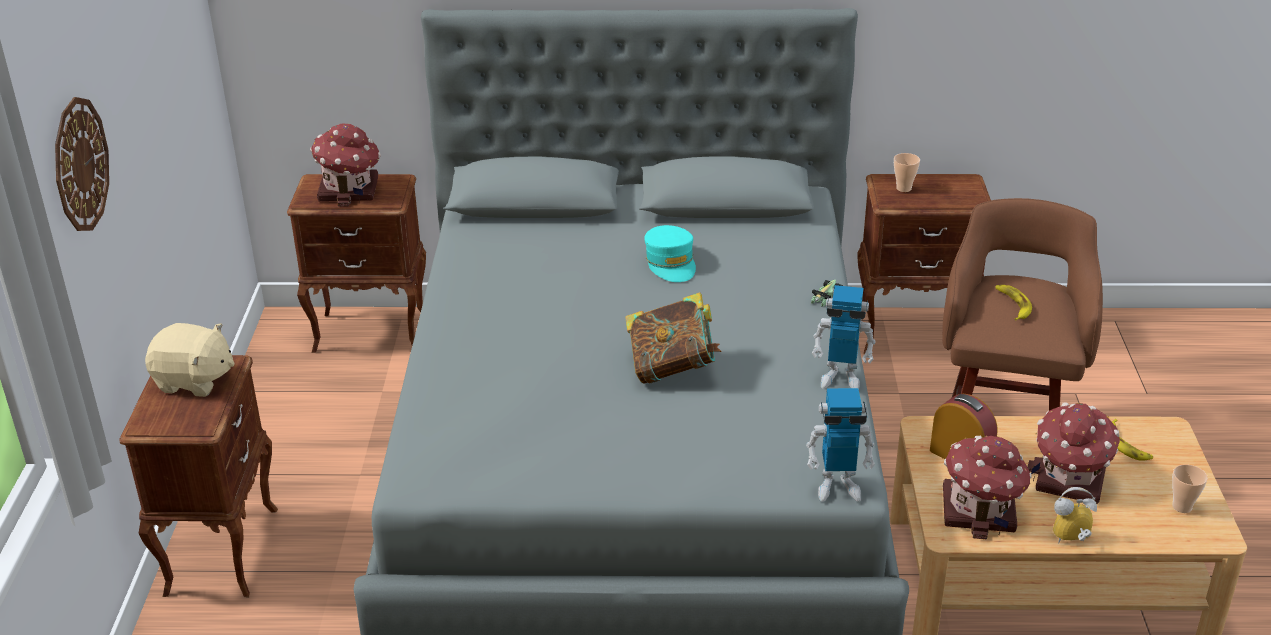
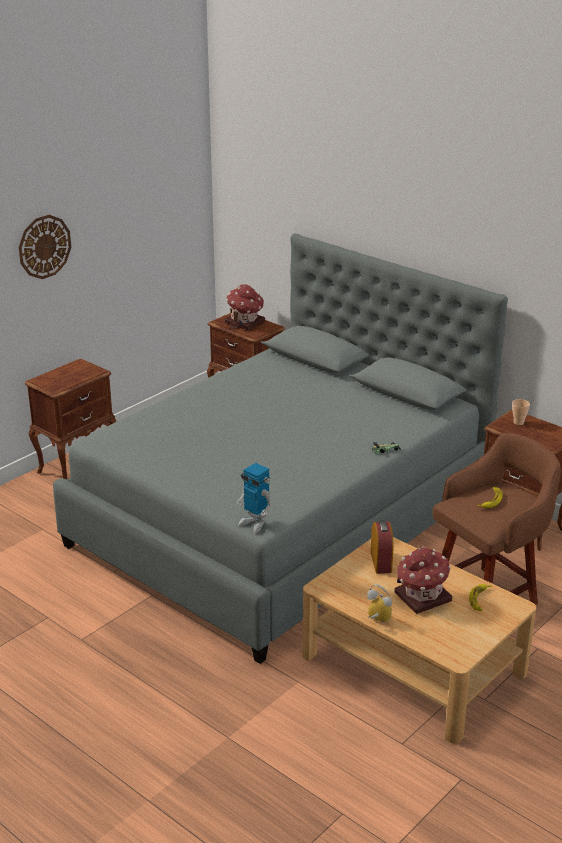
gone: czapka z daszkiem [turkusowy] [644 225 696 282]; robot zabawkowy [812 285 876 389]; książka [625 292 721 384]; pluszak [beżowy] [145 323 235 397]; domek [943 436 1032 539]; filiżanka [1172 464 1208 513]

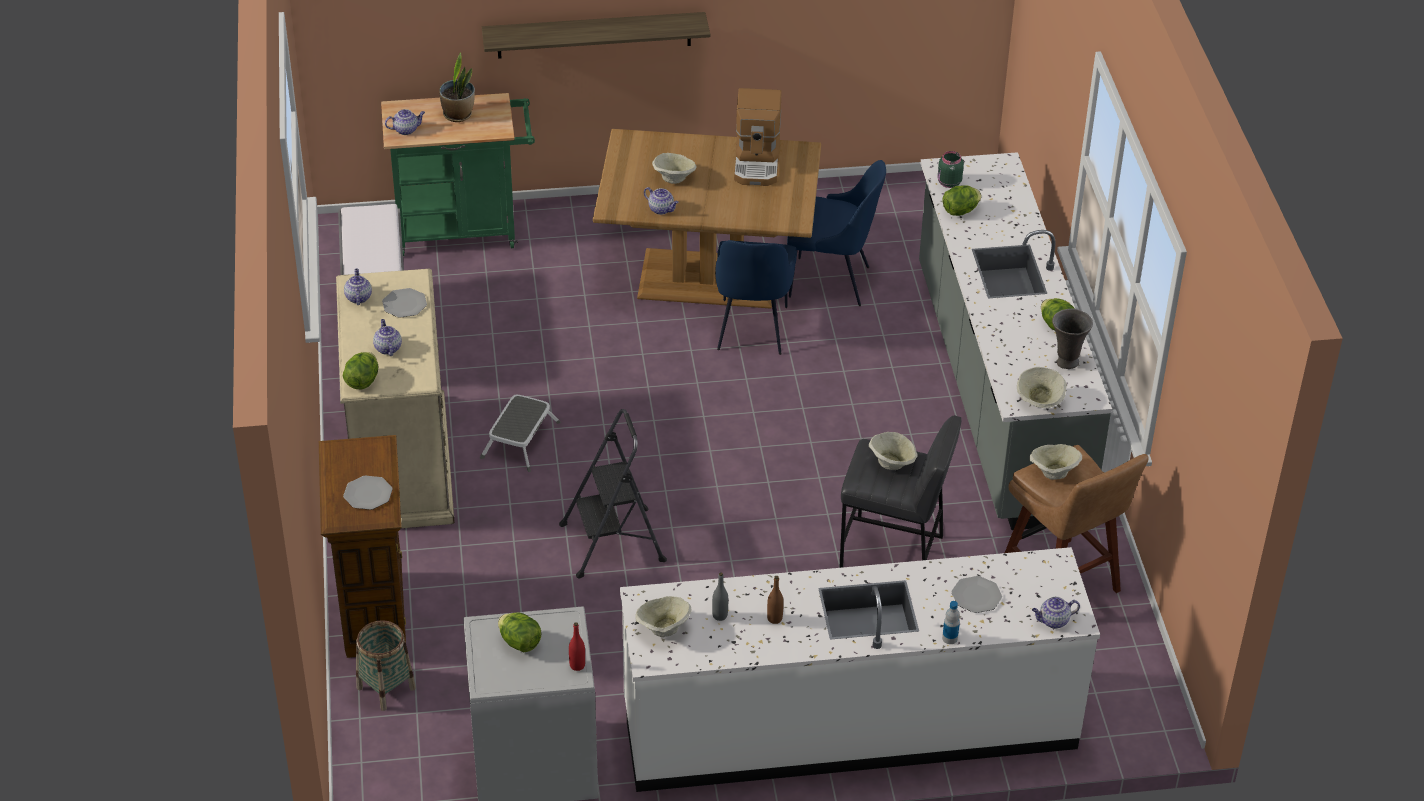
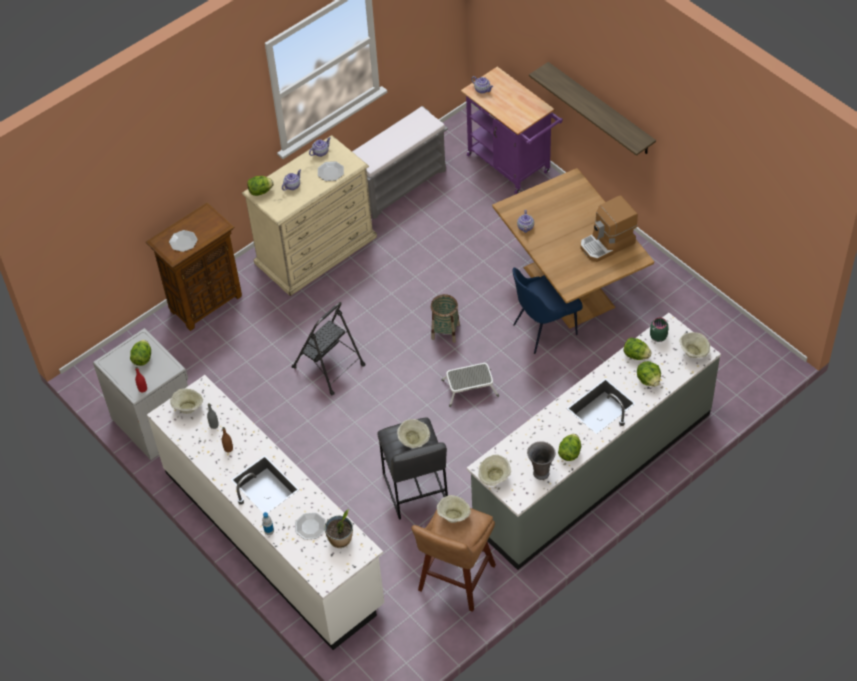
gone: krzesło [niebieski] [787 160 886 306]; imbryk [1032 597 1080 629]
new: sałata [637 361 661 387]
shifted: roślina doniczkowa [439 52 475 122] to [324 509 353 548]; miska [beżowy] [652 153 697 184] to [679 332 710 358]; drabinka [szary] [480 395 561 472] to [441 363 499 407]; koszyk [356 620 416 711] to [431 294 460 343]
repainted: wózek [zielony] [381 93 535 256] to wózek [fioletowy] [461 67 563 194]

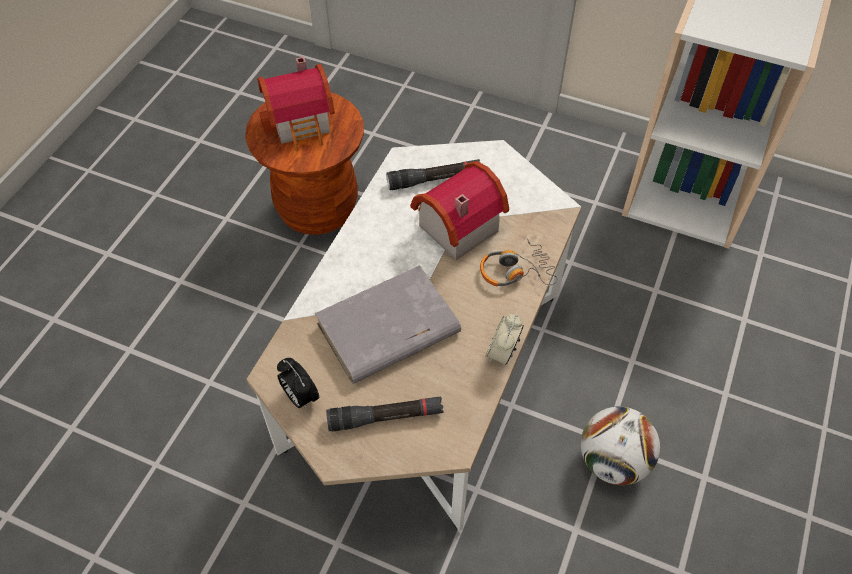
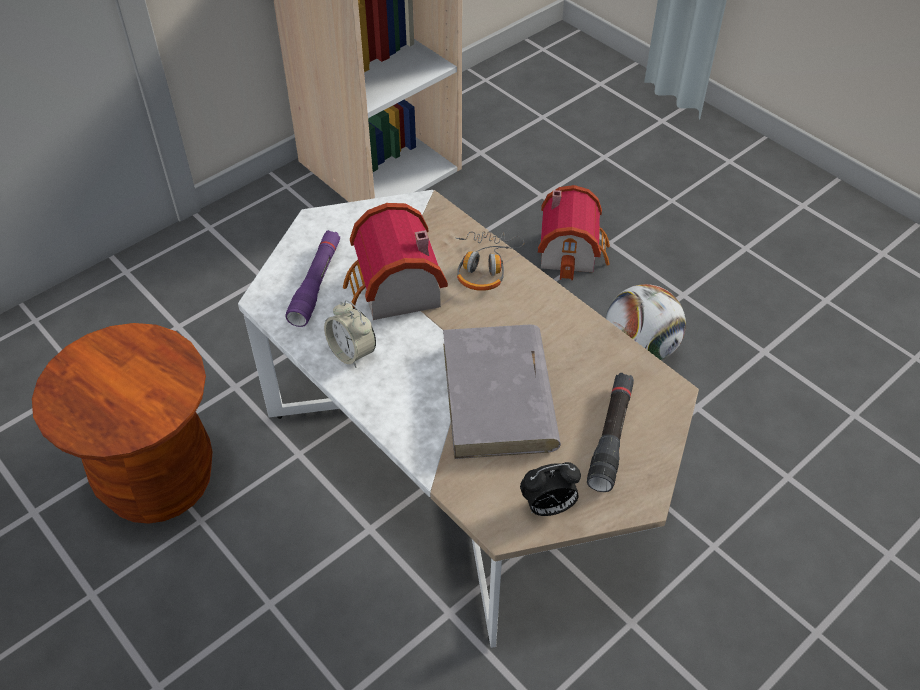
shifted: domek [257 57 335 151] to [538 185 610 280]; budzik [485 314 524 365] to [324 300 376 368]
repainted: latarka [czarny] [386 159 480 190] to latarka [fioletowy] [285 230 340 327]

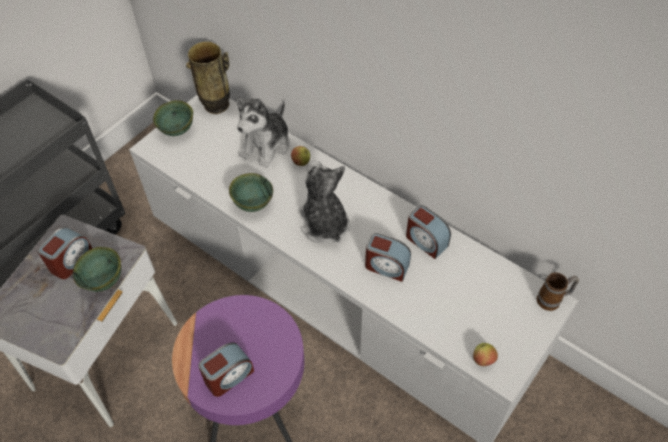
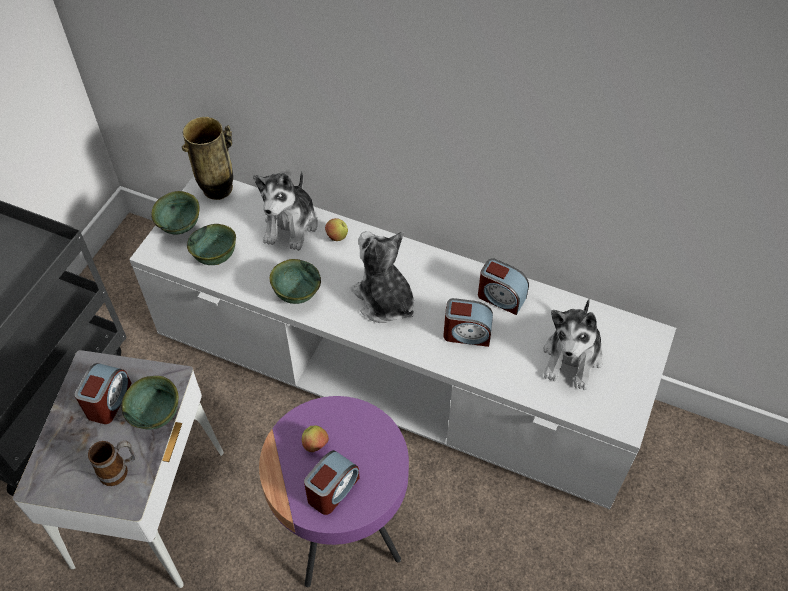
new: miska [zielony] [187 224 236 265]; pluszak [543 299 603 390]
shifted: kubek [537 273 579 311] to [88 440 135 486]; jabłko [473 343 498 366] to [302 425 329 452]

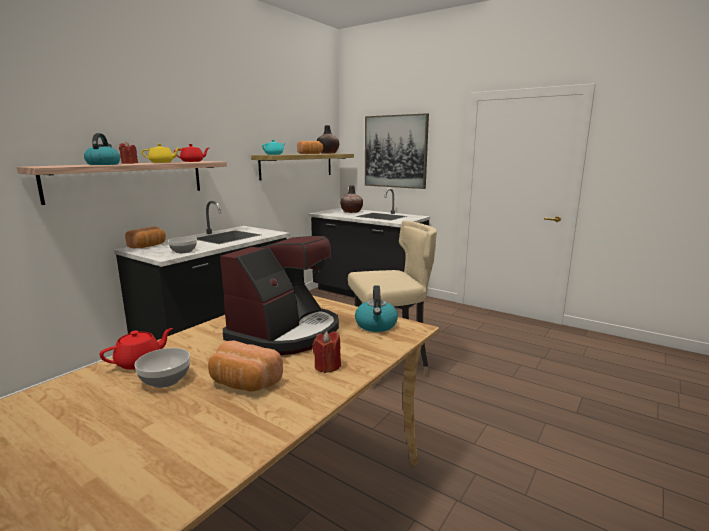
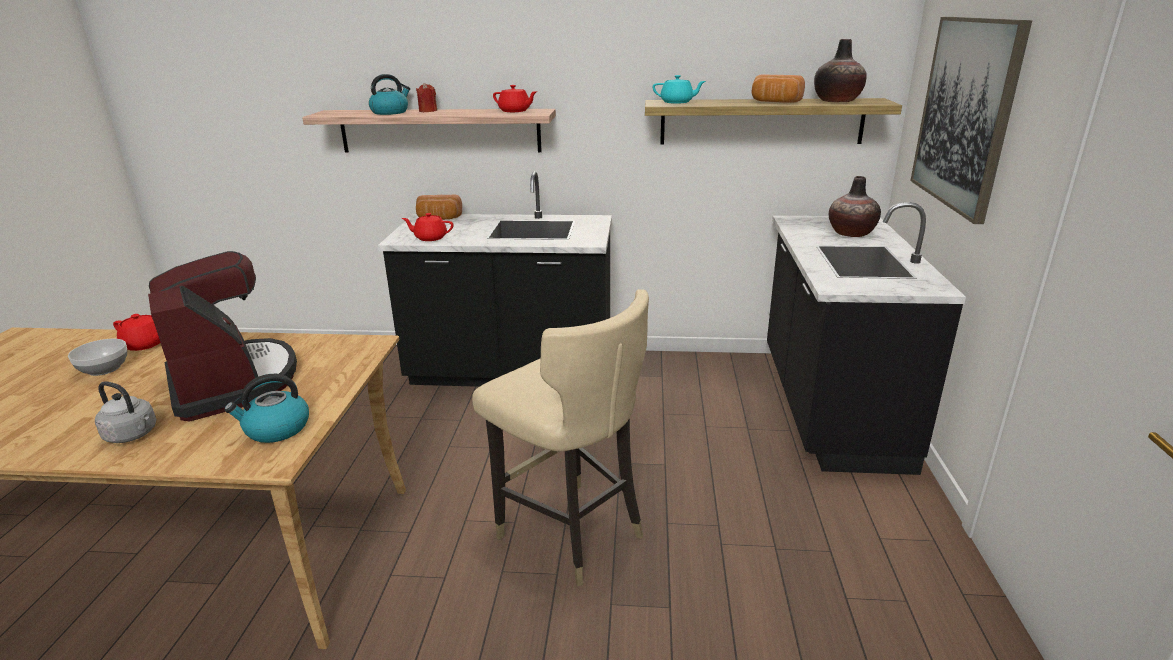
gone: imbryk [żółty] [142 144 180 163]; chleb [208 341 283 392]
swapped: miska [168 237 197 253] to imbryk [czerwony] [402 213 454 241]; świeca [czerwony] [312 331 341 373] to czajnik [szary] [95 381 156 443]
rotated: ekspres do kawy [220 236 339 355] = [148 251 297 422] 120 degrees counterclockwise

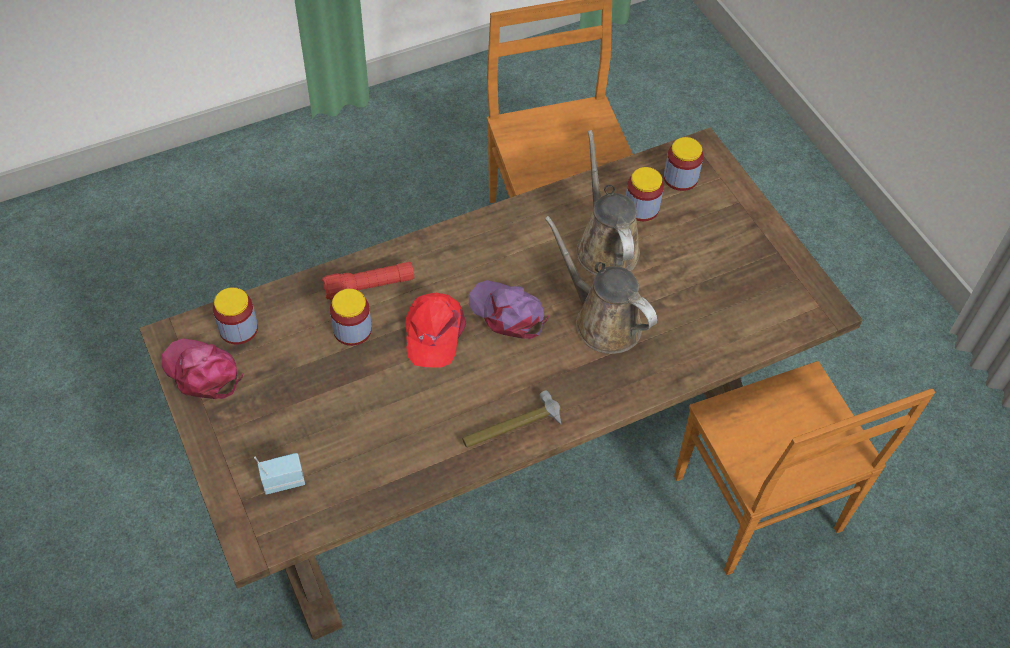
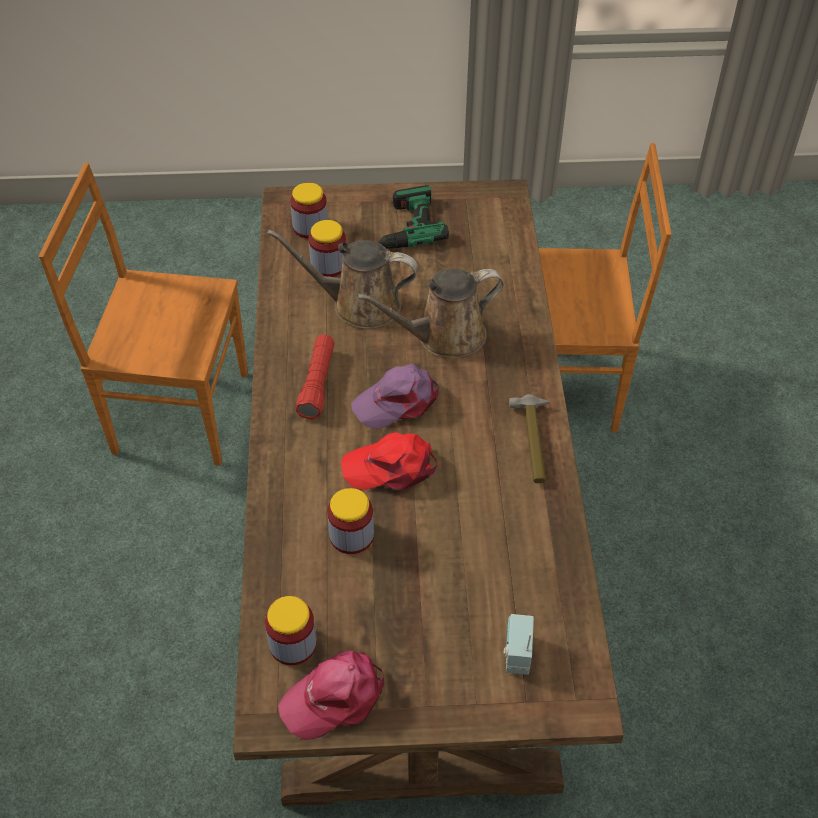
new: wiertarka [377 185 449 249]
shifted: latarka [czerwony] [322 262 414 300] to [296 335 335 420]
rotated: czapka z daszkiem [czerwony] [405 293 466 368] = [341 432 438 490] 150 degrees clockwise

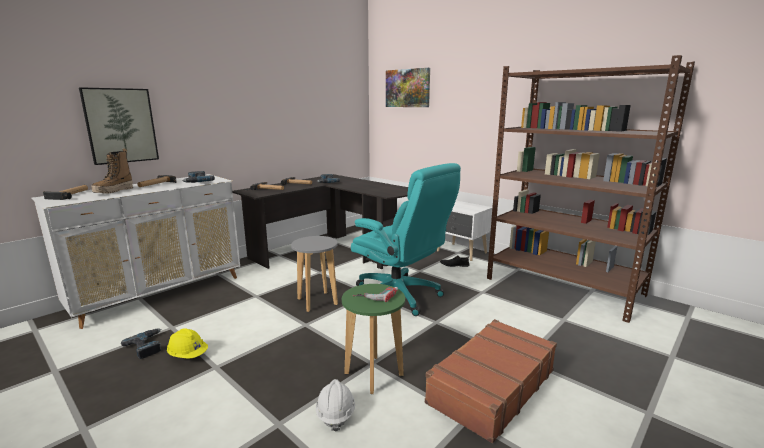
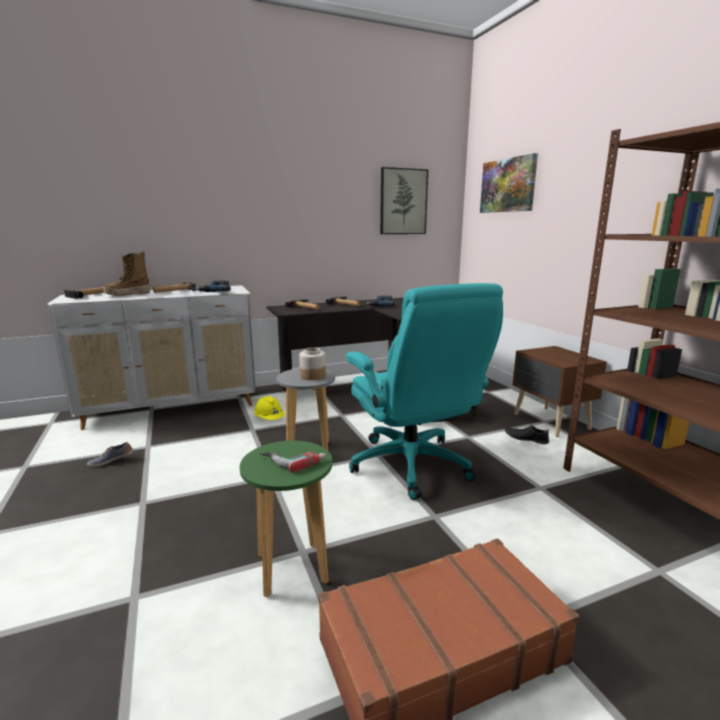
gone: kask [biały] [316 379 355 432]
new: słoik [299 347 326 380]
shifted: obraz [79 87 159 165] to [380 167 428 234]; kask [żółty] [167 328 208 359] to [254 396 285 420]
swapped: wiertarka [121 328 162 359] to but [87 442 133 468]
repainted: szafka nocna [biały] [437 201 492 261] to szafka nocna [brązowy] [513 346 607 437]

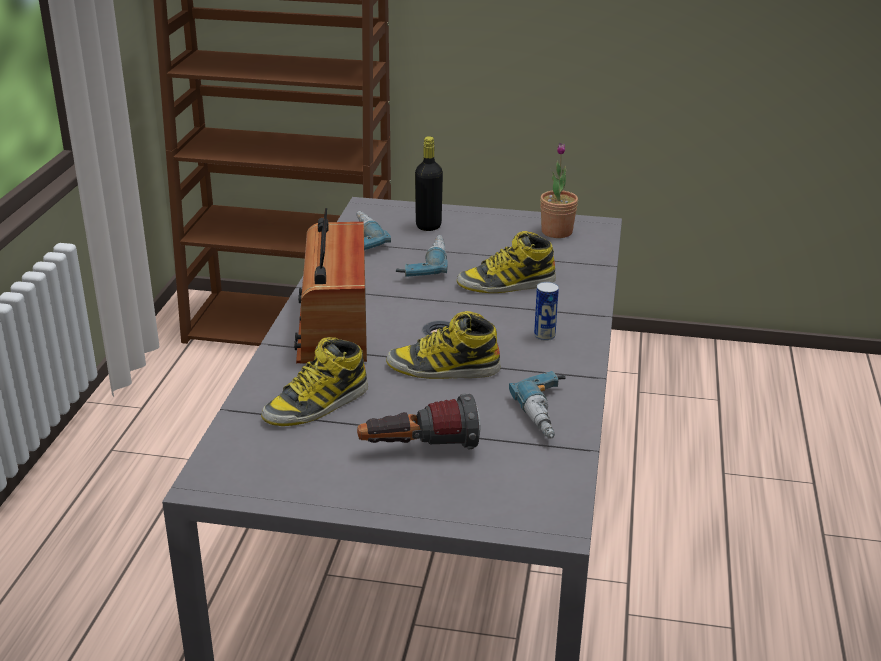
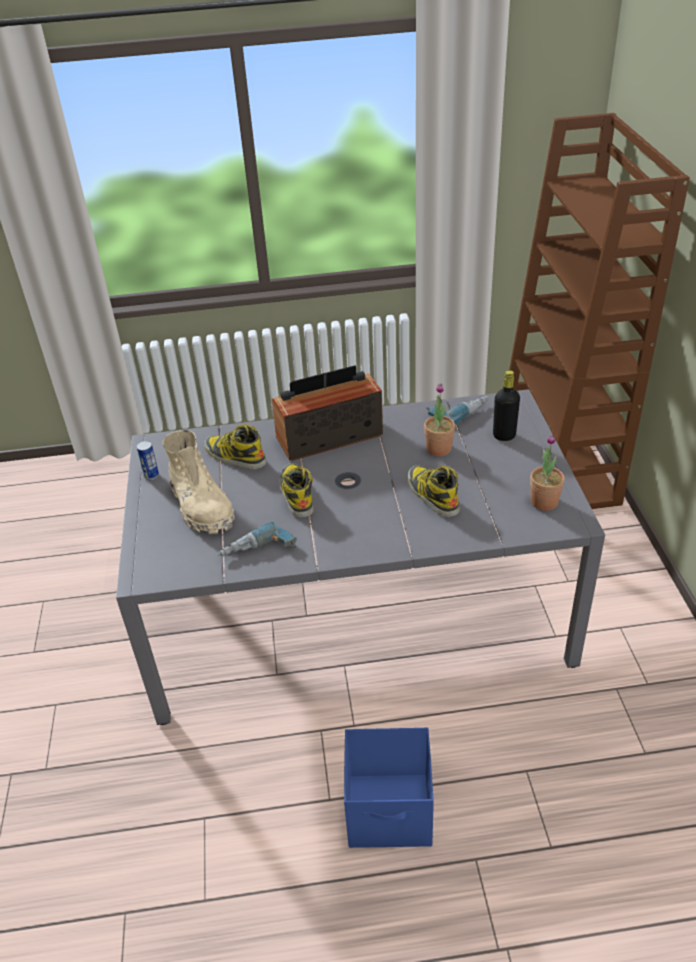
new: pojemnik do przechowywania [niebieski] [344 728 434 848]
shifted: puszka [534 282 559 341] to [137 441 159 480]
swapped: wiertarka [396 235 447 277] to roślina doniczkowa [424 383 455 456]; latarka [357 394 481 449] to but z cholewką [beżowy] [163 430 235 535]

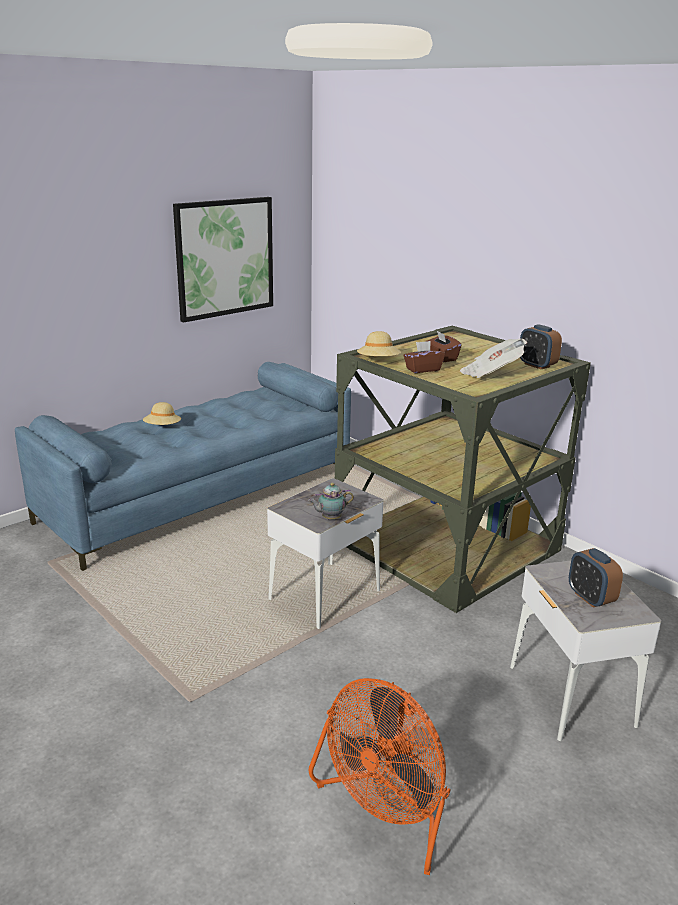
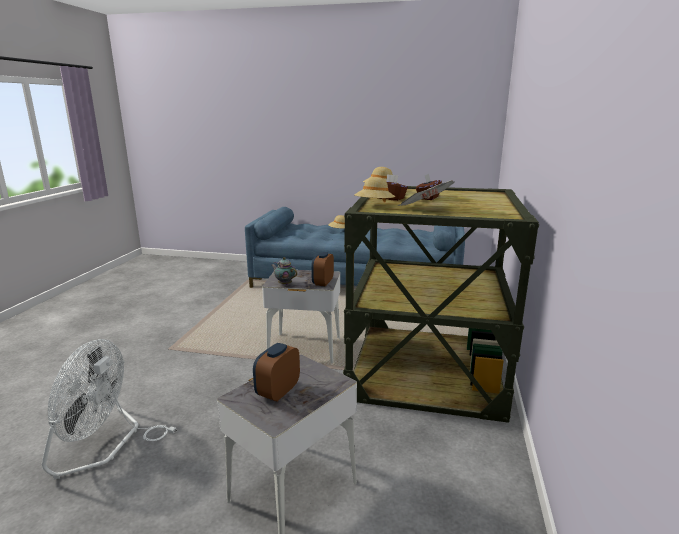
gone: obraz [173 197 273 323]
new: kapelusz [beżowy] [354 177 395 203]
shifted: budzik [520 324 562 369] to [311 252 334 286]
repainted: wentylator [pomarańczowy] [309 678 451 875] to wentylator [biały] [42 339 176 480]

